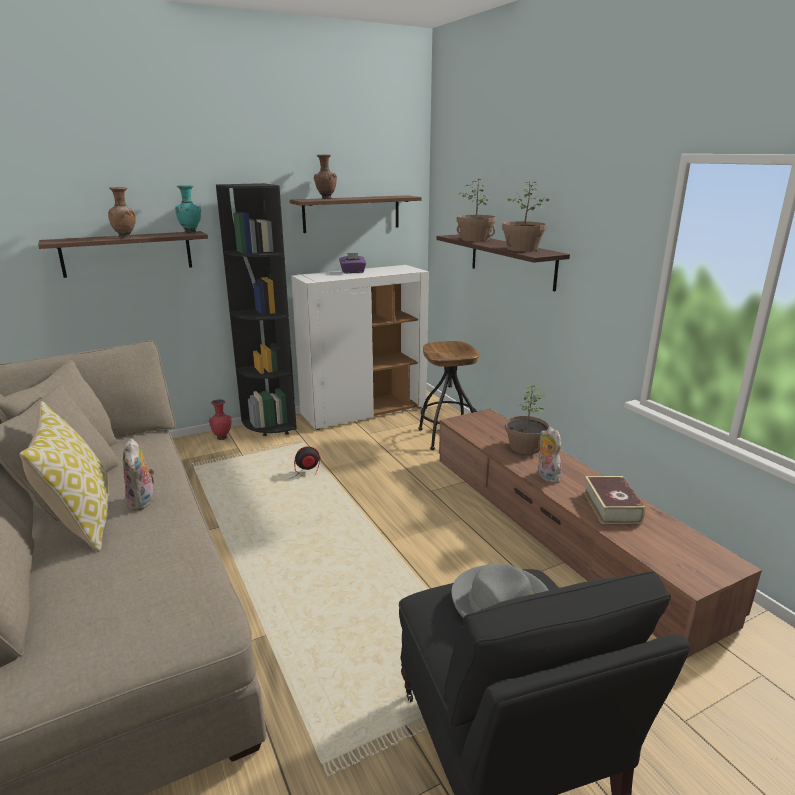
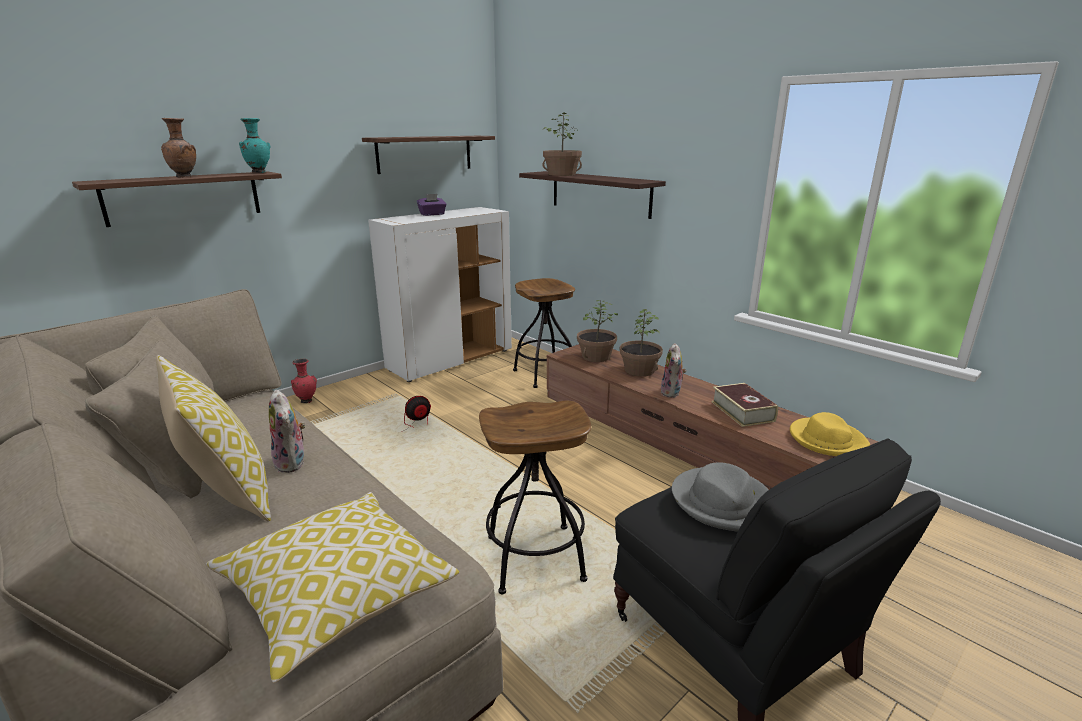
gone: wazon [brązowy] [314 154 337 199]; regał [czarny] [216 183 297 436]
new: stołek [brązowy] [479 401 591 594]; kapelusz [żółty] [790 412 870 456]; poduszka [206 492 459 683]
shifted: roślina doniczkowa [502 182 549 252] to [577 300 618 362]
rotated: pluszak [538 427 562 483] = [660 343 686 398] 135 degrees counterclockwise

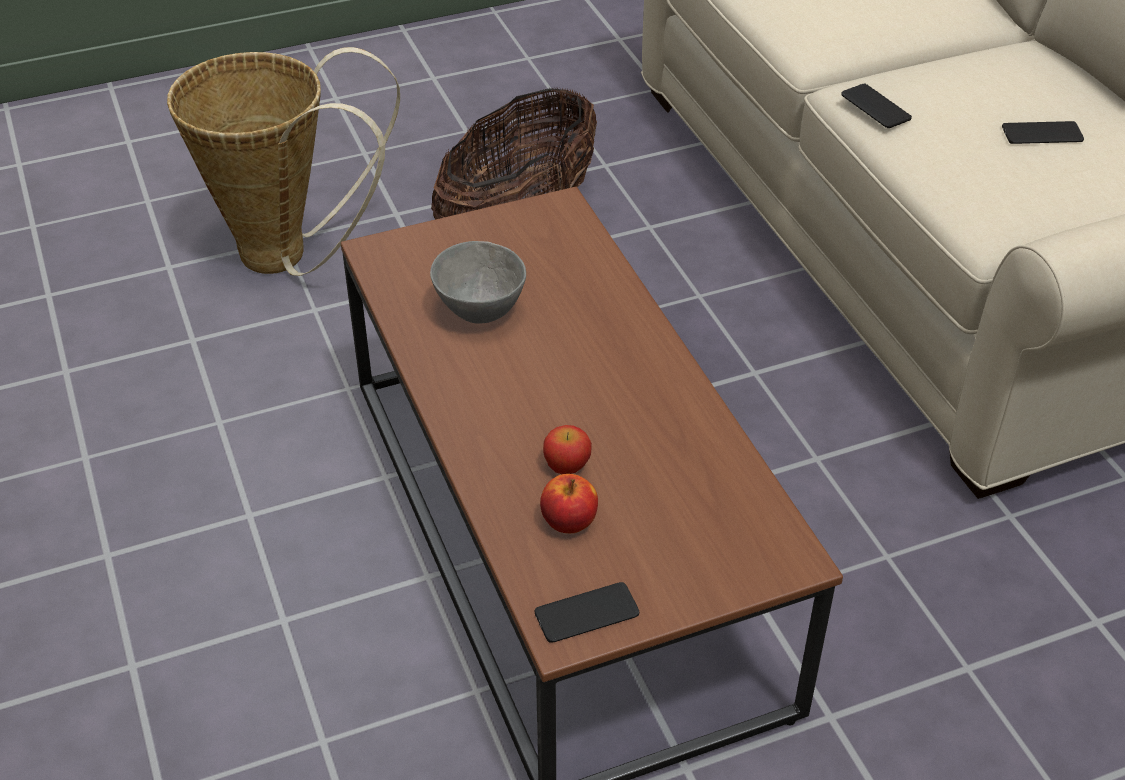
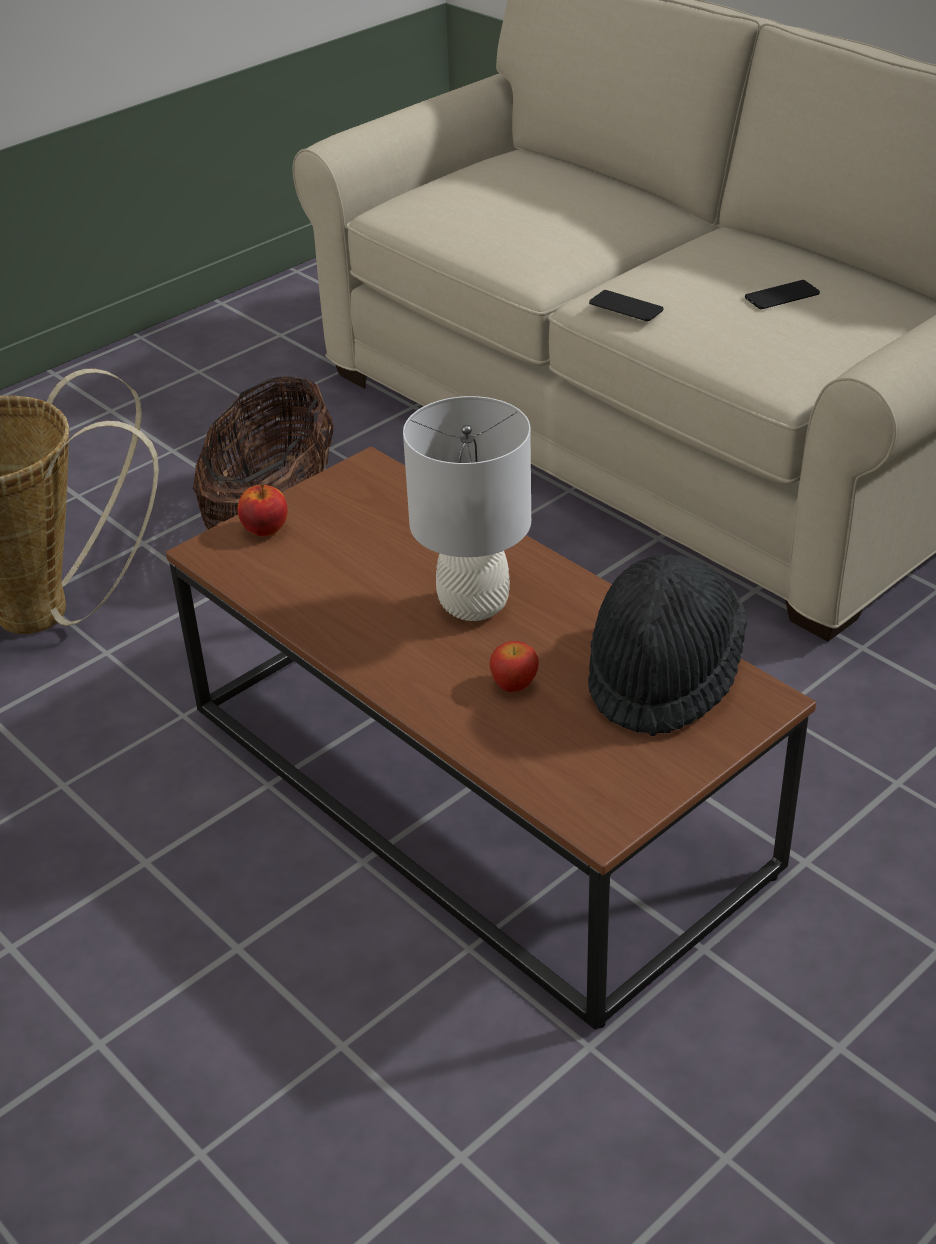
gone: miska [szary] [430 241 526 324]; telefon [535 582 639 643]
new: lampa stołowa [szary] [403 396 531 621]; kapelusz [czarny] [588 554 747 736]
shifted: jabłko [540 474 598 533] to [238 484 288 537]

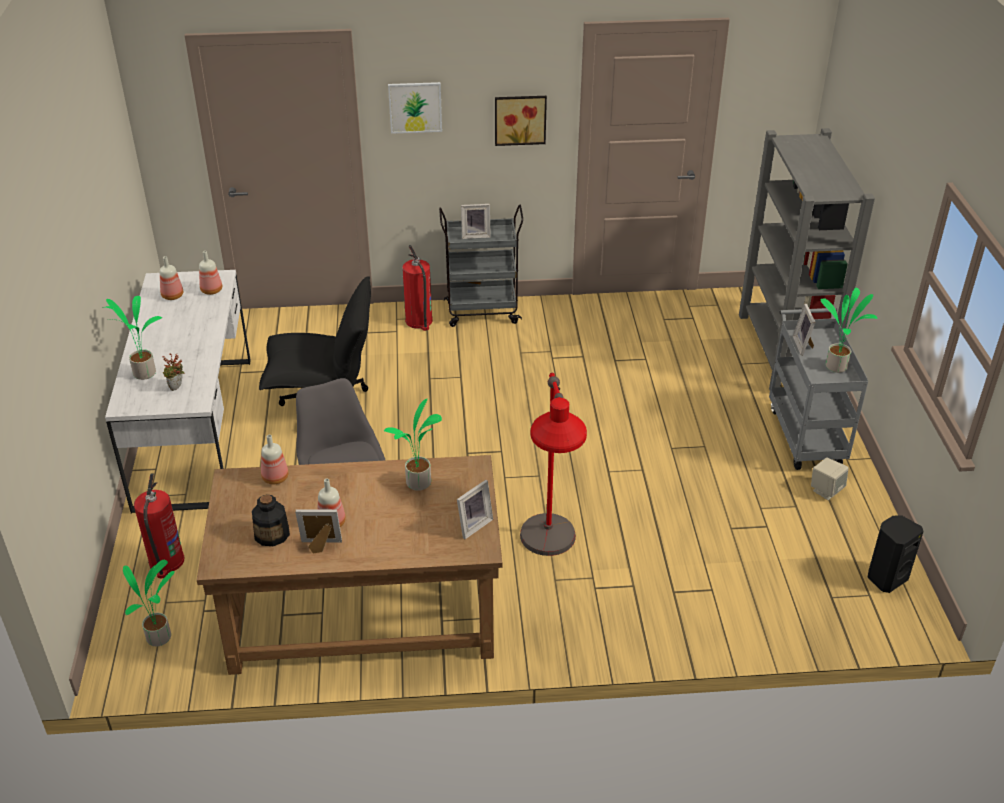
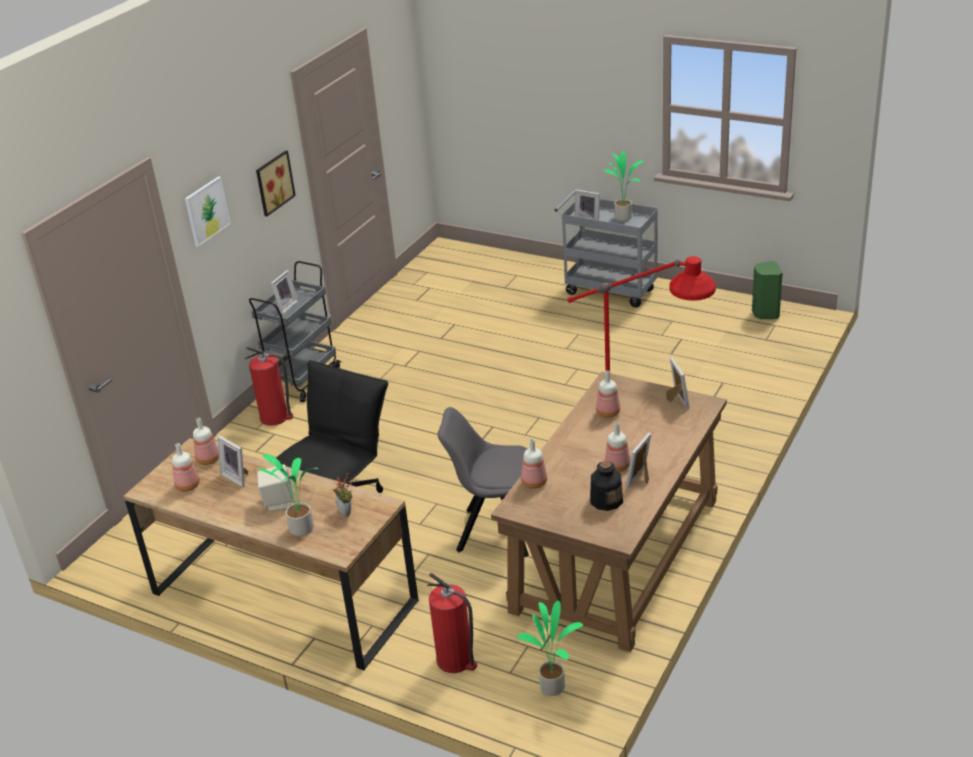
gone: regał [szary] [739 128 875 390]
new: ramka na zdjęcie [217 435 248 487]
shifted: głośnik [beżowy] [811 457 849 500] to [257 464 293 511]
swapped: roślina doniczkowa [384 398 442 491] to butelka [596 371 620 418]
repainted: biurko [biały] [105 270 251 513] to biurko [brązowy] [124 438 419 671]; głośnik [czarny] [868 515 923 593] to głośnik [zielony] [752 261 783 319]

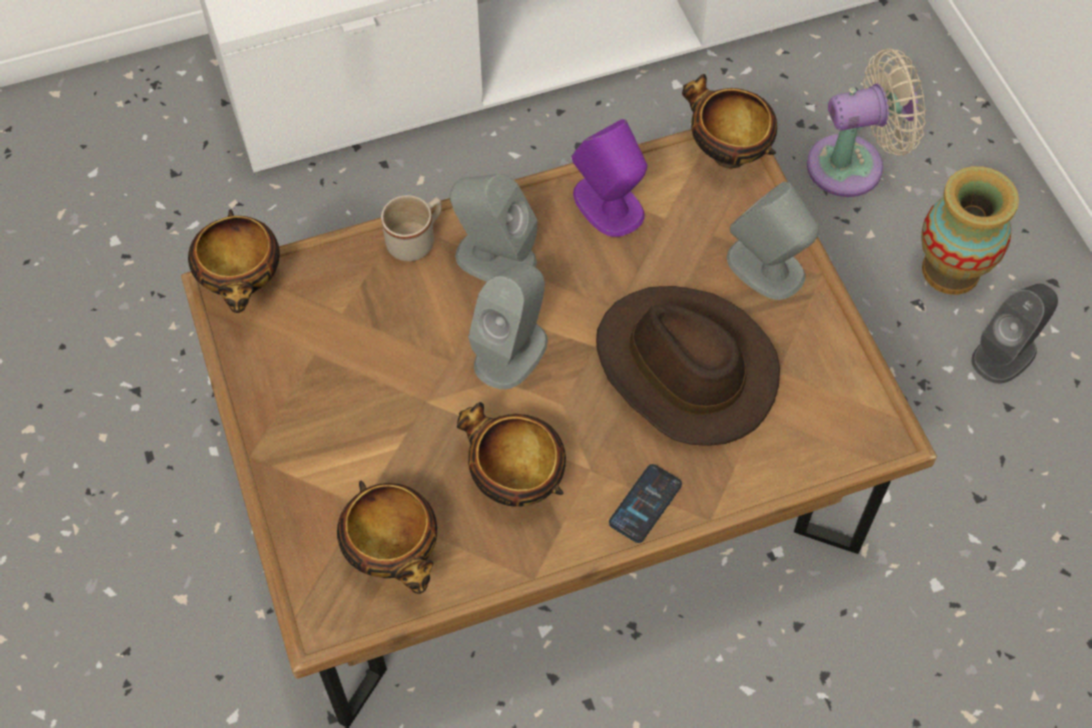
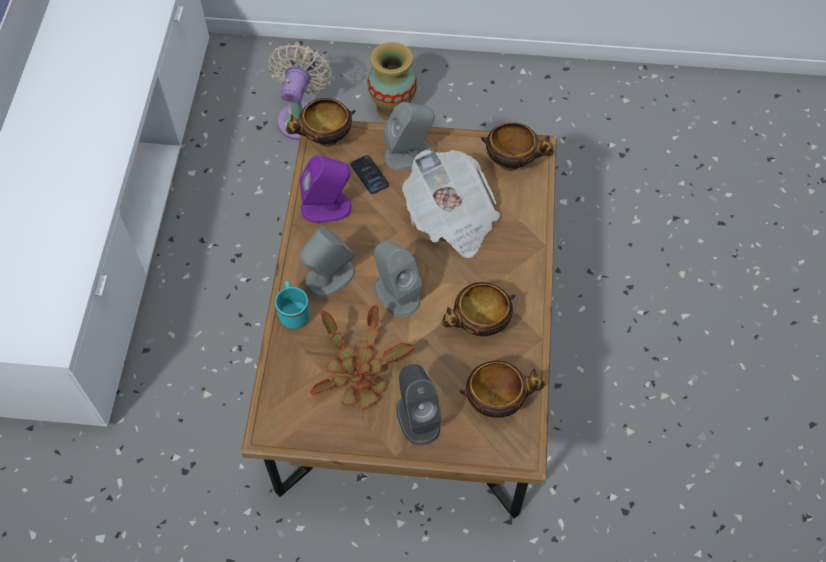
new: roślina doniczkowa [310 306 415 410]
shifted: miska [188 209 280 313] to [481 122 554 171]; głośnik [szary] [971 284 1058 384] to [396 364 442 445]; telefon [609 464 682 543] to [351 155 389 194]
swapped: kapelusz [brązowy] [596 286 780 446] to gazeta [402 149 500 258]
repainted: kubek [beżowy] [381 195 442 261] to kubek [turkusowy] [275 281 310 329]

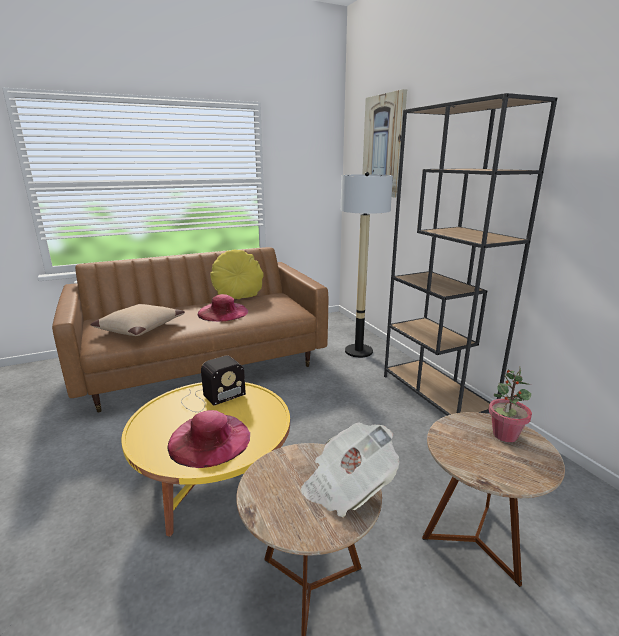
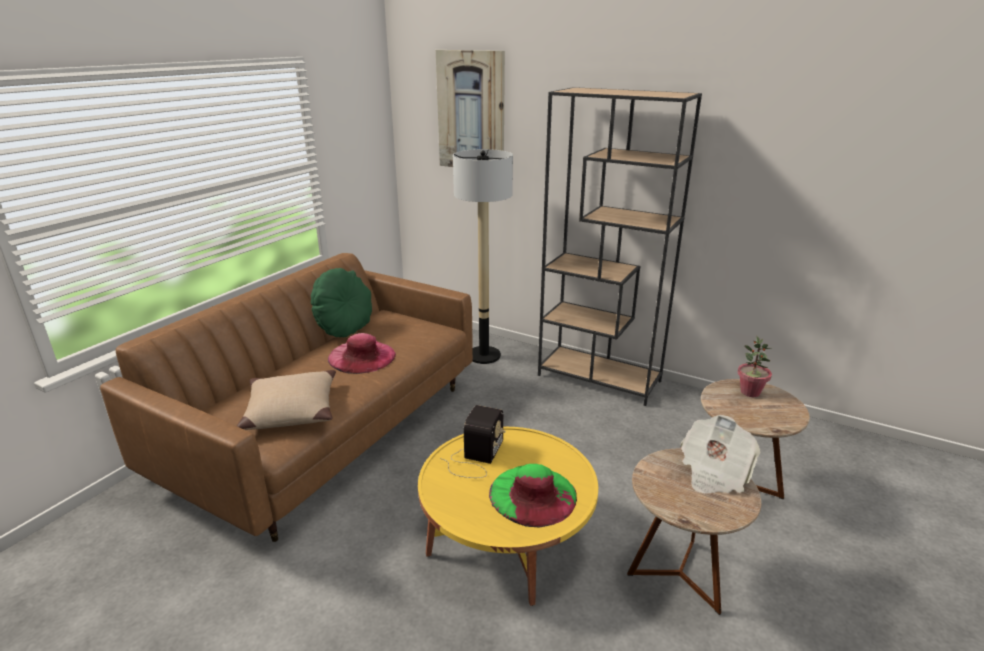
repainted: poduszka [żółty] [210 250 264 299] to poduszka [zielony] [311 268 372 337]; kapelusz [różowy] [167 410 250 468] to kapelusz [zielony] [489 464 577 527]

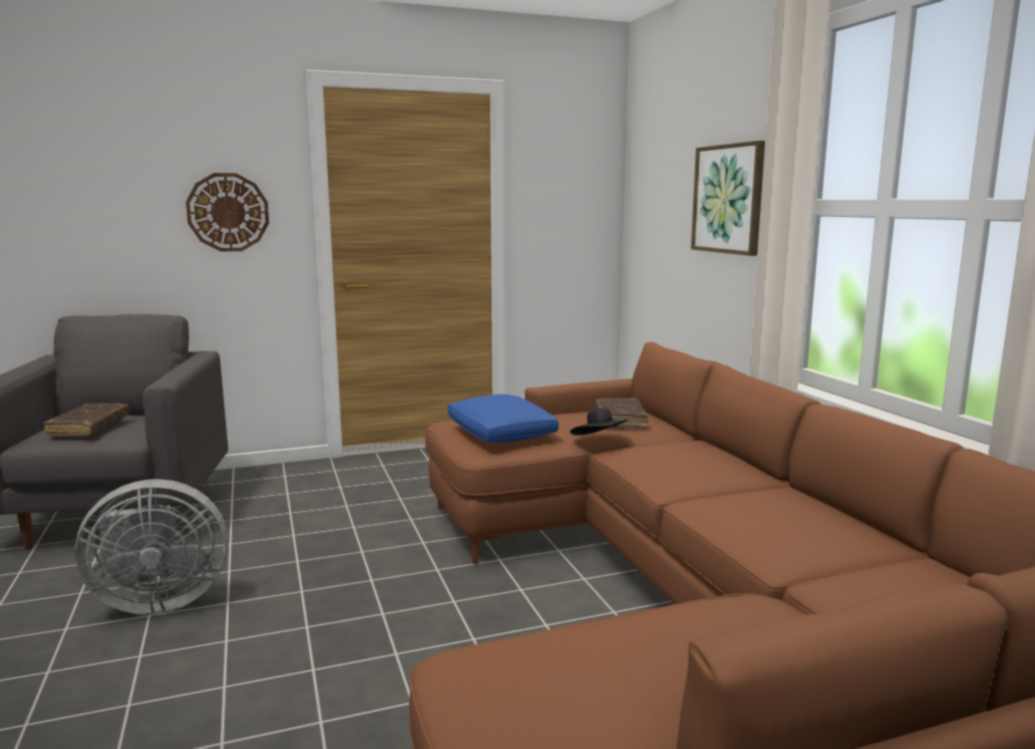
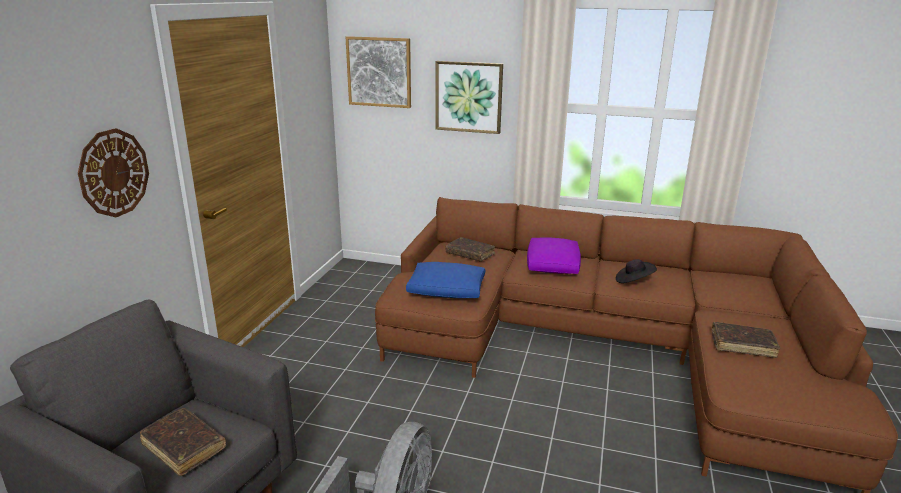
new: obraz [346 36 411 108]; poduszka [fioletowy] [527 237 581 274]; książka [brązowy] [712 322 780 358]
shifted: kapelusz [czarny] [570 408 628 436] to [616 259 657 283]

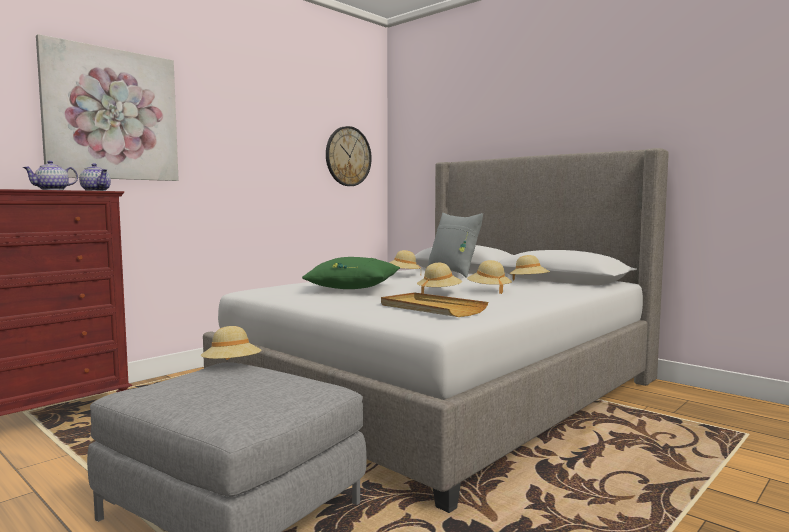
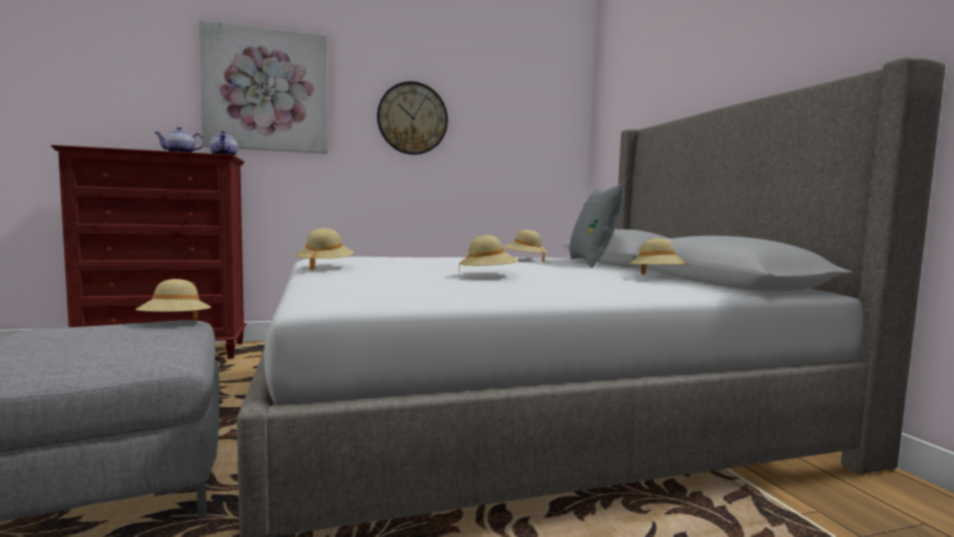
gone: poduszka [zielony] [302 257 400 289]; taca [beżowy] [381 292 488 317]
shifted: zegar ścienny [326 126 372 186] to [377 81 448 155]; kapelusz [beżowy] [467 260 512 294] to [295 228 354 271]

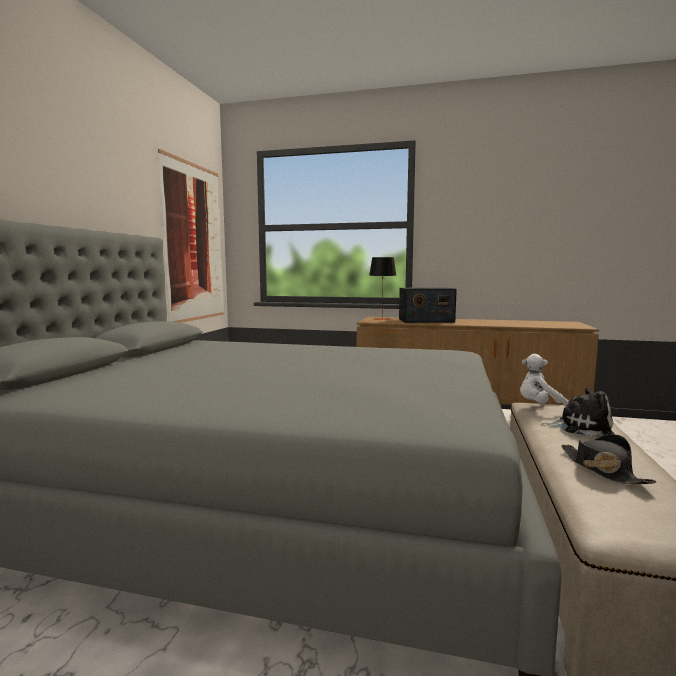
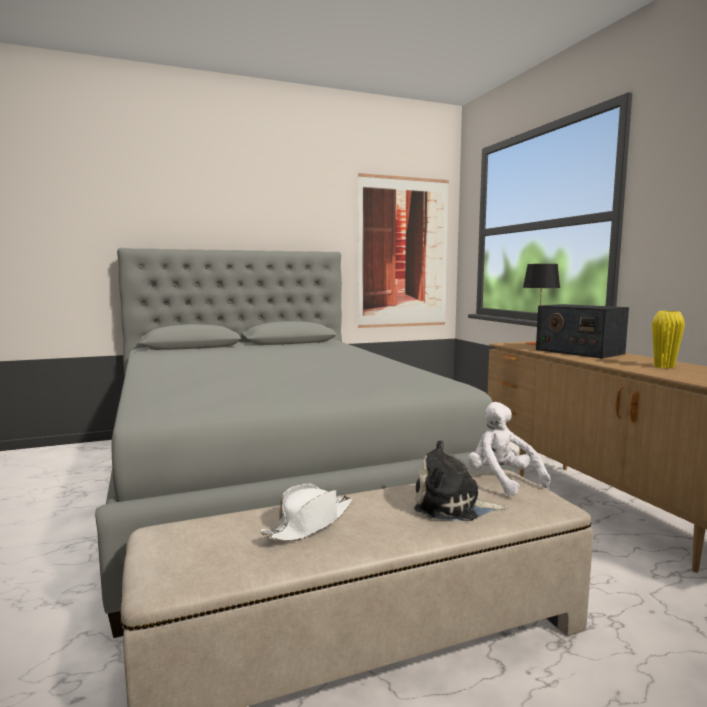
new: wazon [żółty] [652 311 685 368]
repainted: kapelusz [czarny] [561 434 656 484] to kapelusz [biały] [260 484 352 541]
rotated: pluszak [540 387 614 437] = [414 440 507 521] 120 degrees clockwise

